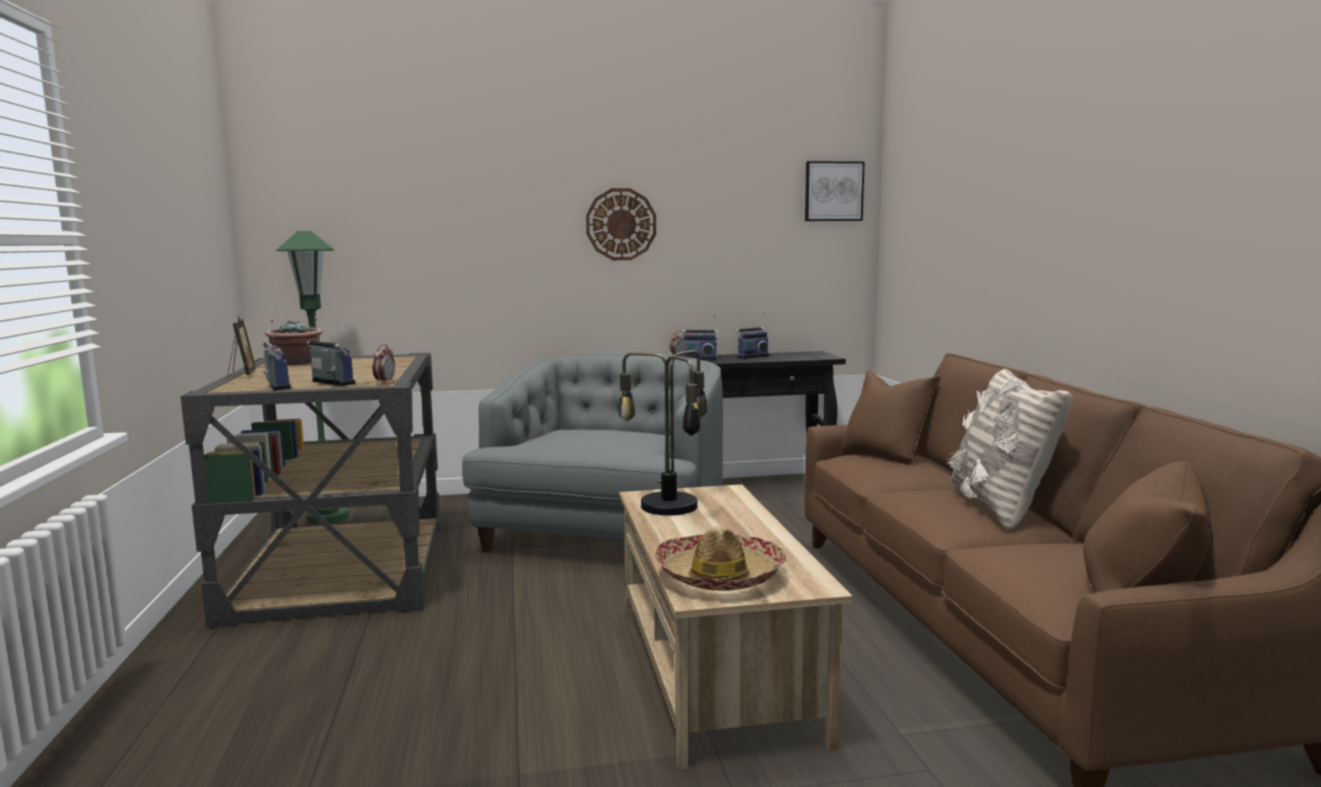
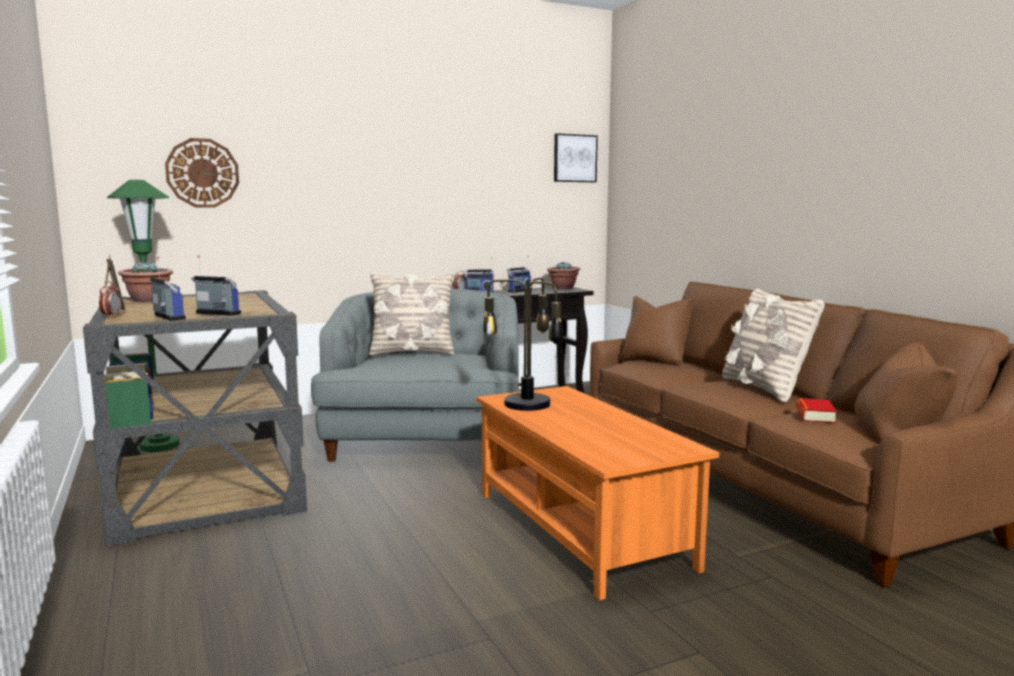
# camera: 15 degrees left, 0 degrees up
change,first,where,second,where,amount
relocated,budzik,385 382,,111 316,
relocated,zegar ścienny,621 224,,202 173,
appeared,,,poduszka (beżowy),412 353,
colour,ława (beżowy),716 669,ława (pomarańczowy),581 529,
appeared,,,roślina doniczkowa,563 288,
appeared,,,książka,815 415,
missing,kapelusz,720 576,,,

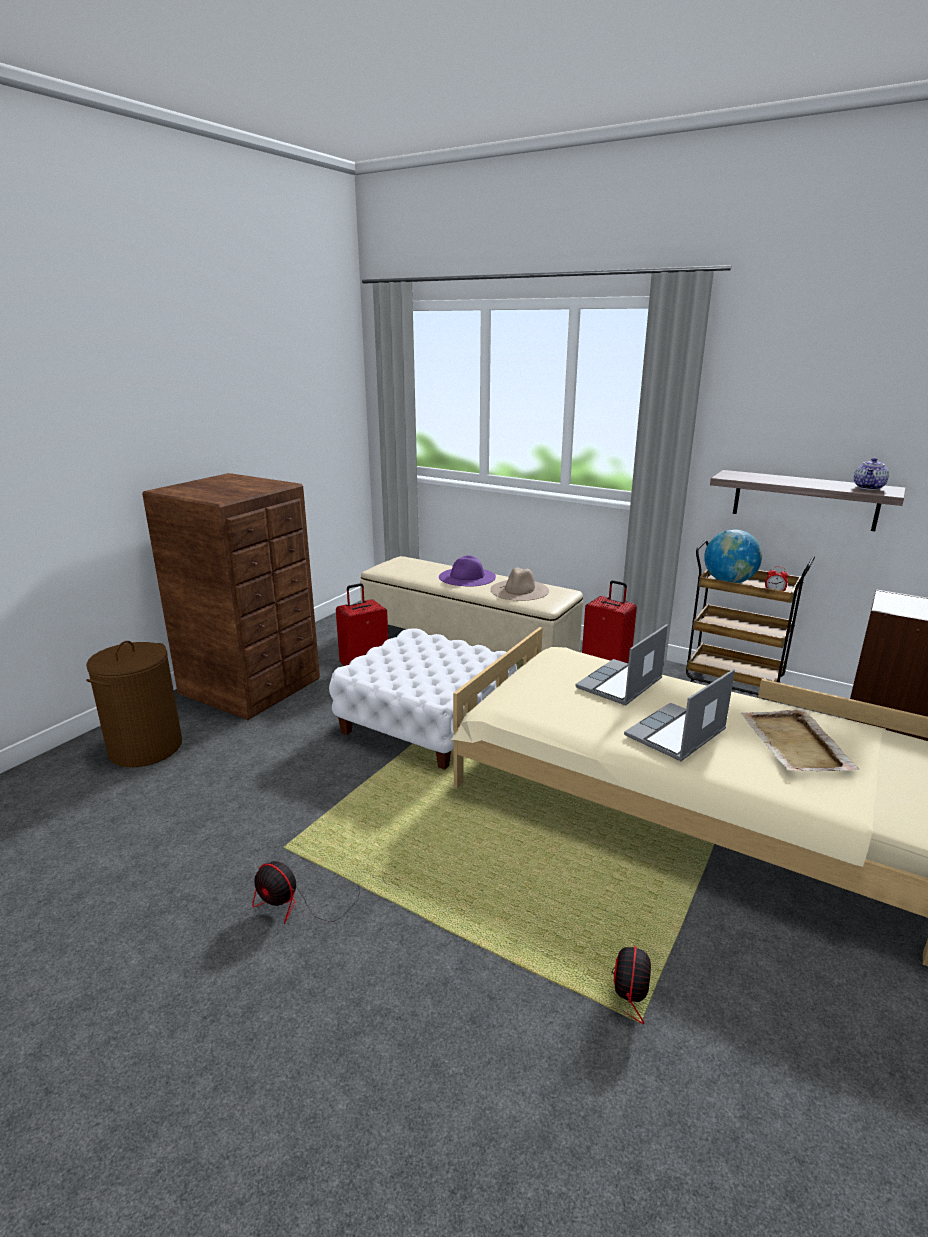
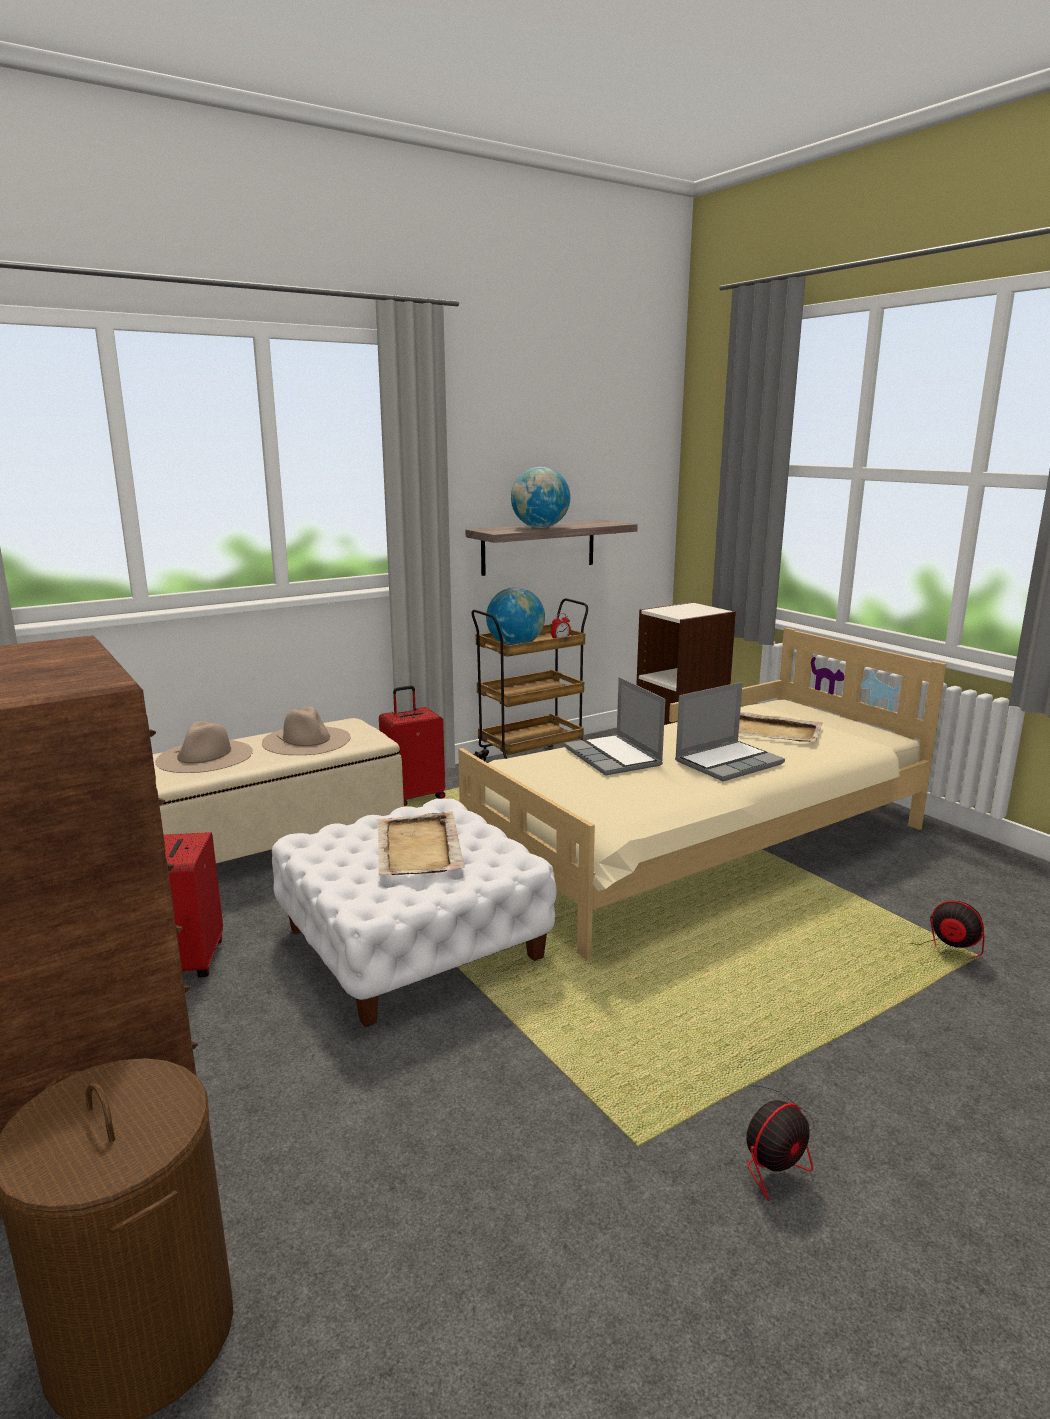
# camera: 65 degrees left, 5 degrees down
change,first,where,second,where,amount
colour,kapelusz (fioletowy),467 577,kapelusz (beżowy),205 756,
appeared,,,taca (beżowy),418 848,
appeared,,,globus,540 527,
spun,laptop,676 735,,728 762,105 degrees counterclockwise
missing,imbryk,869 488,,,

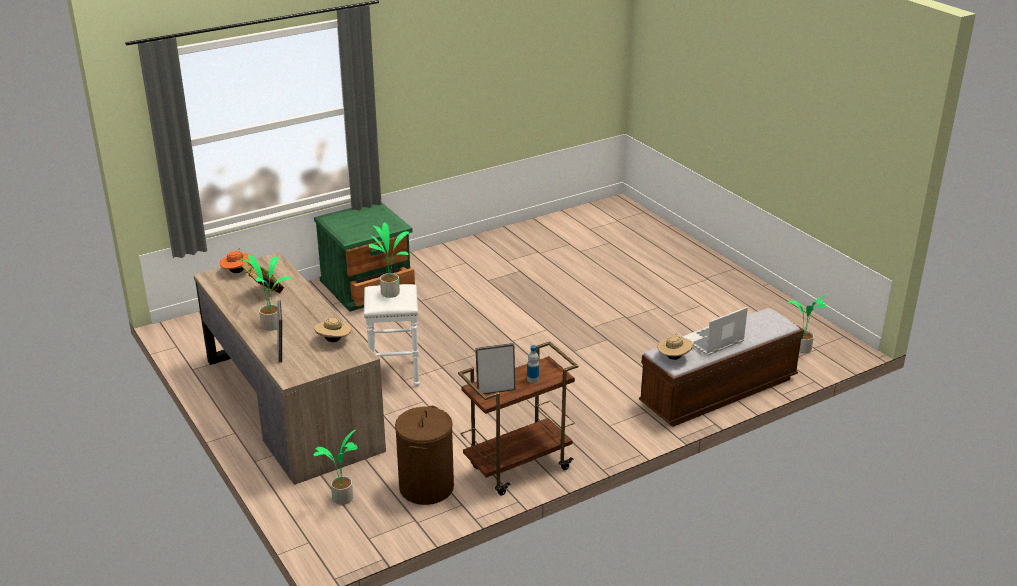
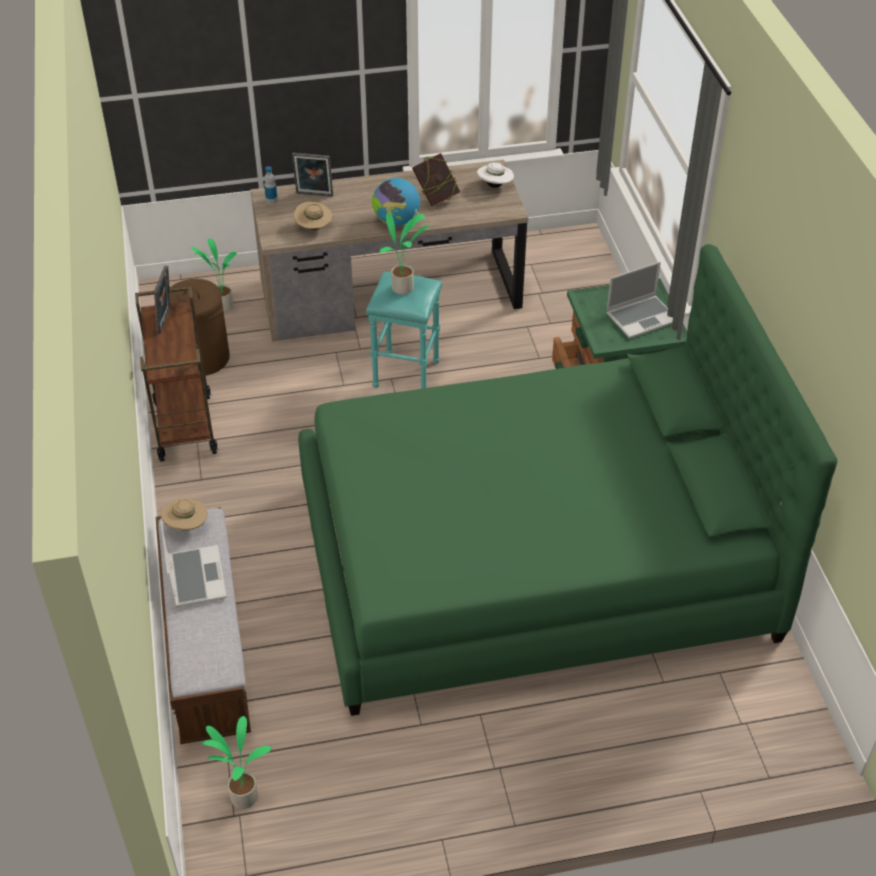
# camera: 110 degrees right, 15 degrees up
change,first,where,second,where,amount
relocated,butelka,533 379,,271 200,
appeared,,,łóżko (zielony),534 560,
colour,stołek (biały),396 375,stołek (turkusowy),404 374,
appeared,,,globus,396 221,
colour,kapelusz (pomarańczowy),237 271,kapelusz (biały),495 186,
appeared,,,laptop,642 317,
missing,roślina doniczkowa,270 325,,,

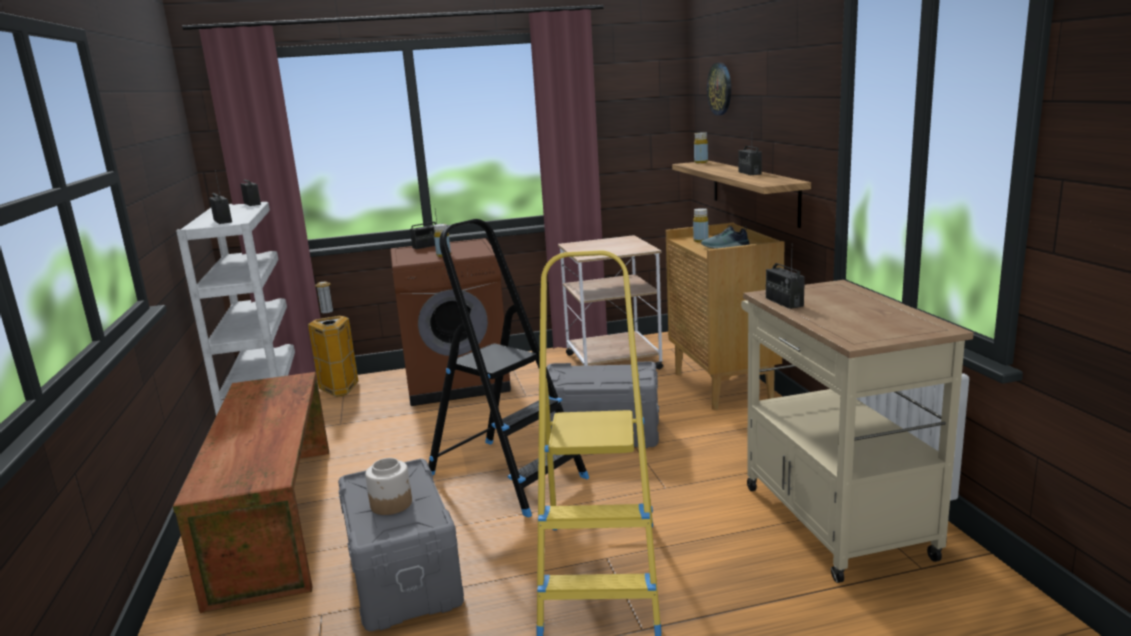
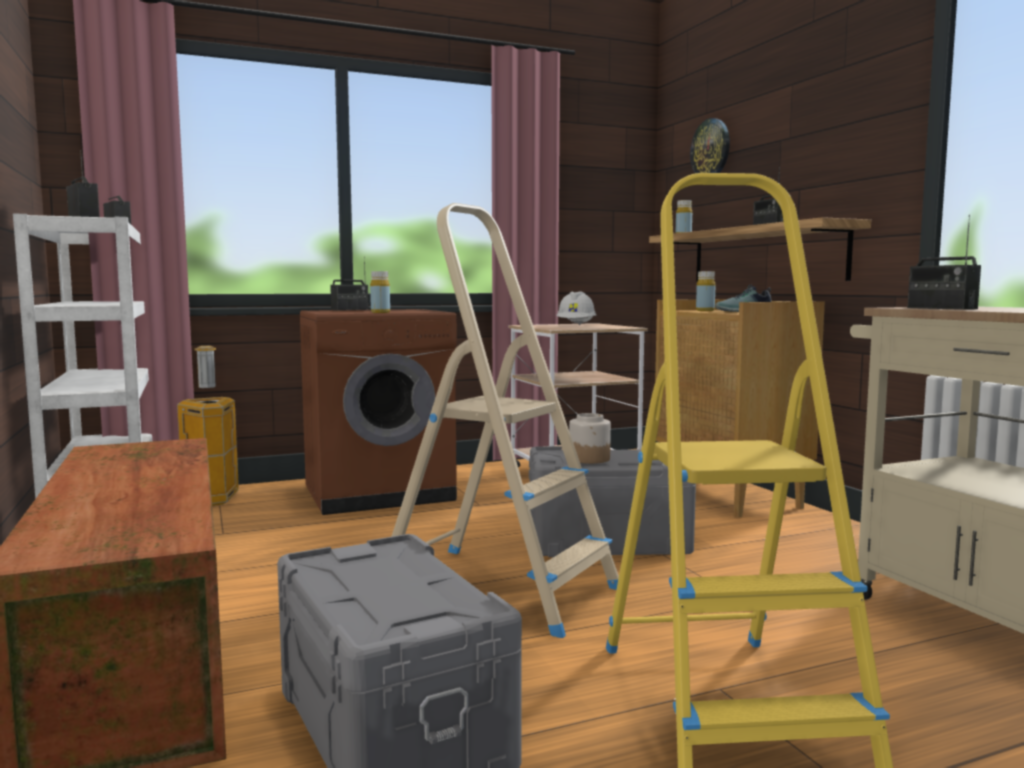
# camera: 10 degrees left, 10 degrees down
change,first,where,second,where,amount
colour,drabinka (czarny),507 476,drabinka (beżowy),501 588,
appeared,,,kask (biały),576 326,
relocated,słoik,392 504,,589 459,

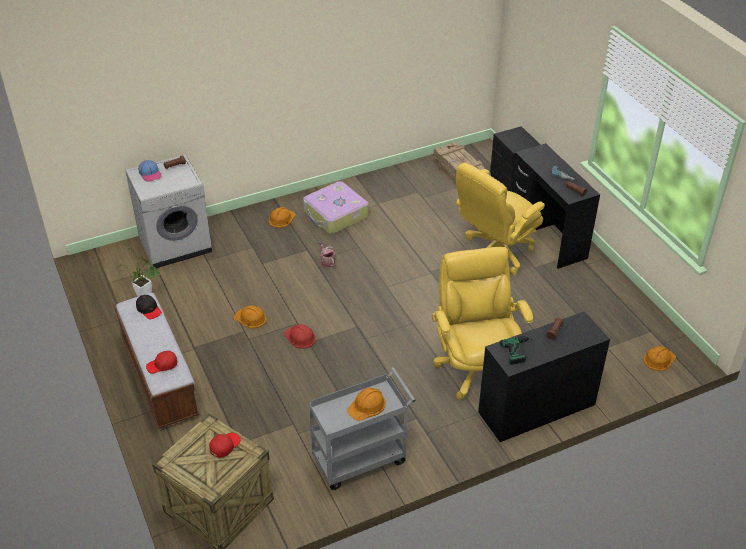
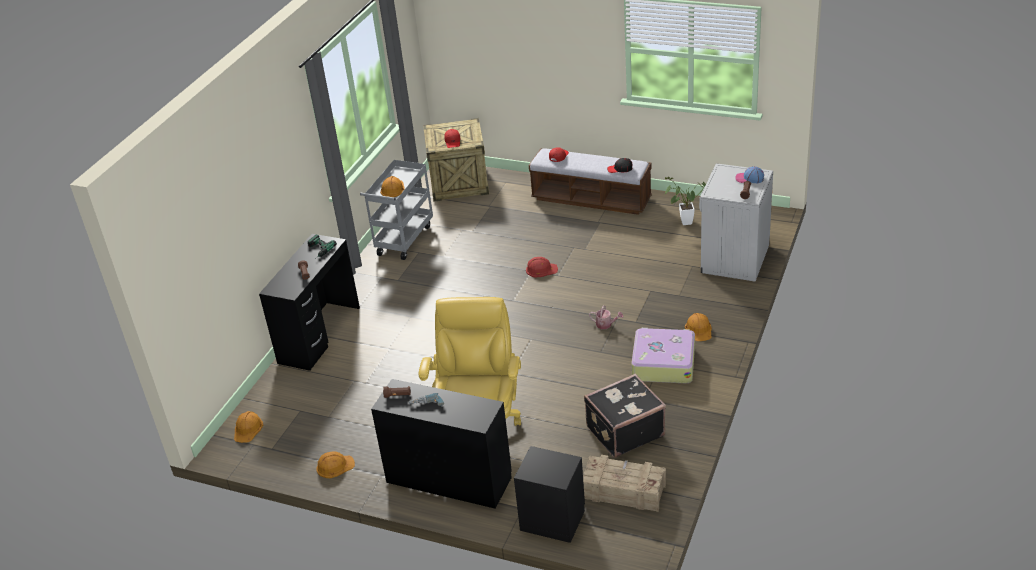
# camera: 140 degrees right, 5 degrees down
change,first,where,second,where,amount
relocated,kask (pomarańczowy),250 318,,335 466,
appeared,,,walizka (czarny),624 431,
missing,krzesło biurowe (żółty),476 368,,,

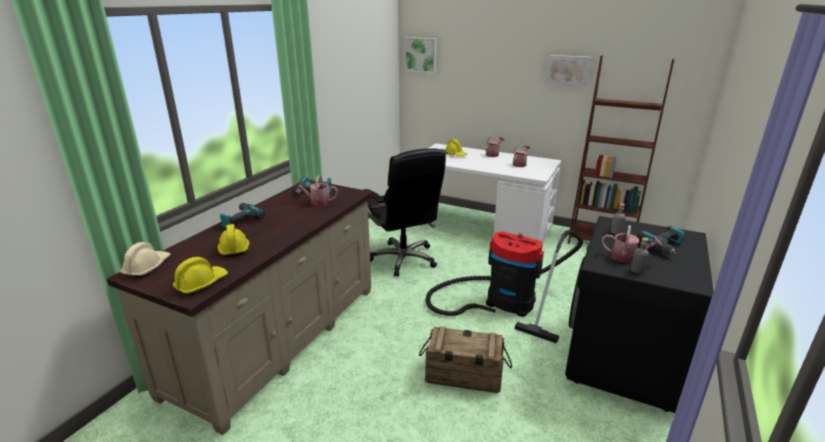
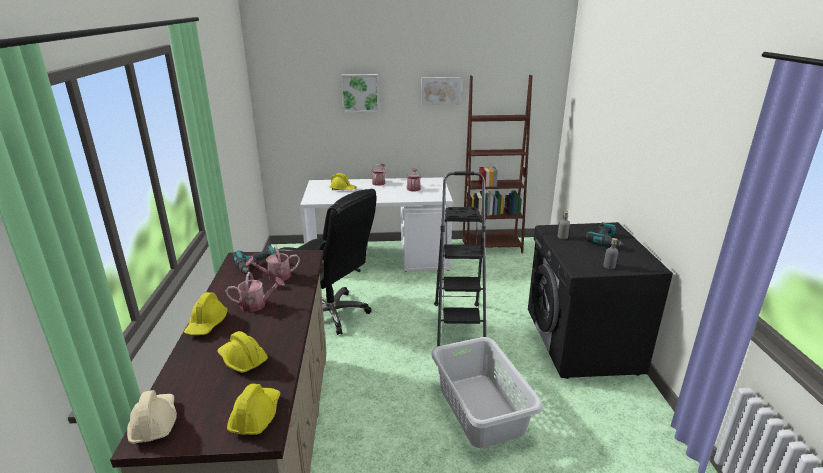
# camera: 30 degrees left, 0 degrees up
change,first,where,second,where,amount
exchanged,wiertarka,240 220,kask (żółty),207 324,
relocated,konewka,627 257,,257 305,
relocated,obraz,421 55,,360 93,
exchanged,skrzynka,463 375,kosz na pranie (szary),480 409,
exchanged,odkurzacz,504 301,drabinka,458 326,

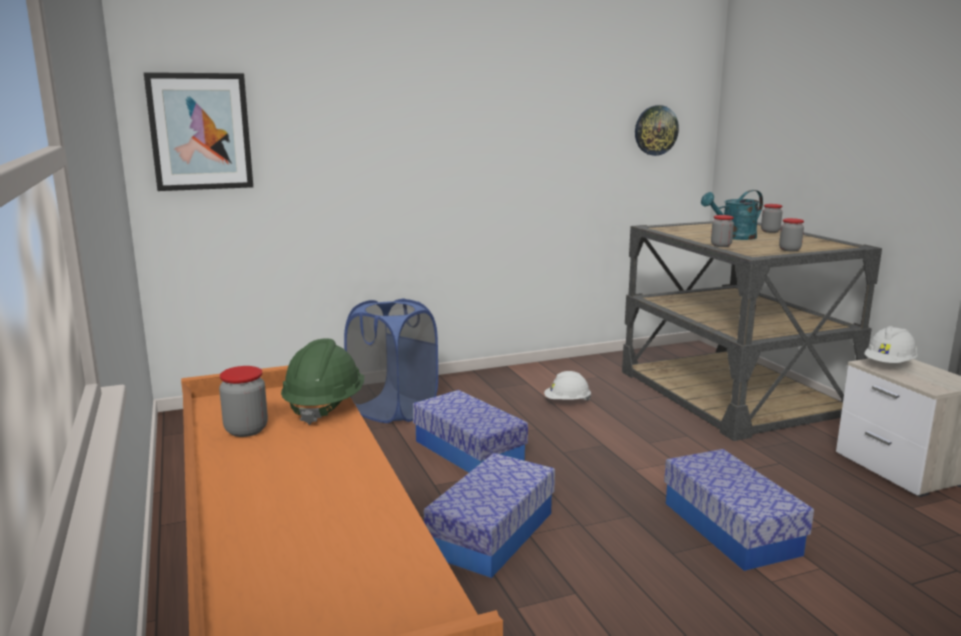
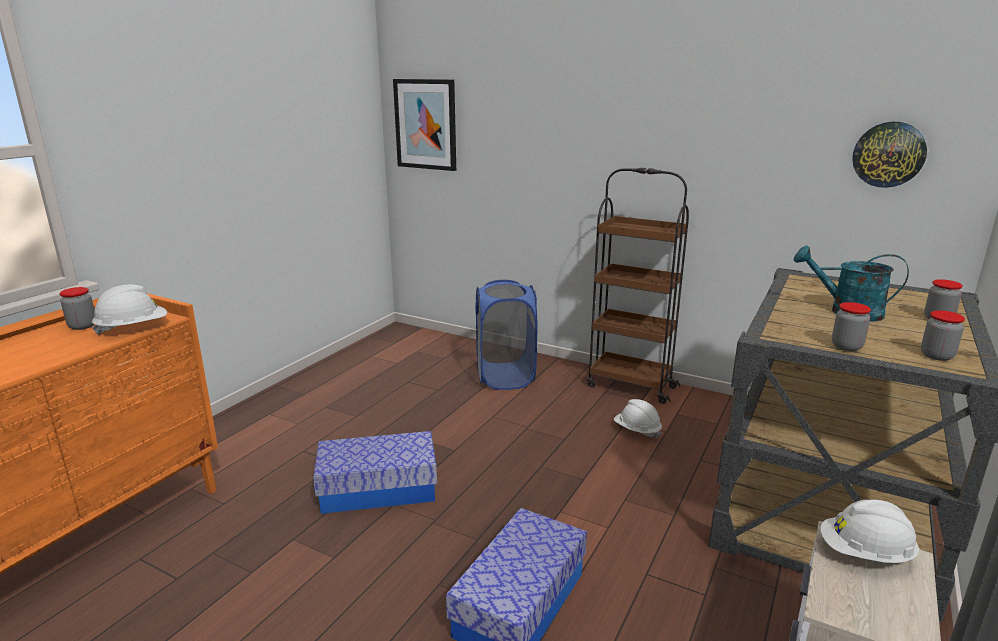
# camera: 50 degrees right, 5 degrees up
change,first,where,second,where,amount
colour,kask (zielony),324 406,kask (biały),133 328,
appeared,,,wózek (brązowy),630 386,
relocated,słoik,721 245,,936 356,
missing,pojemnik do przechowywania,468 451,,,

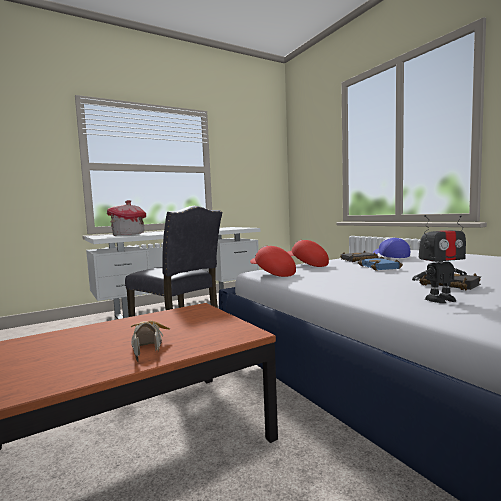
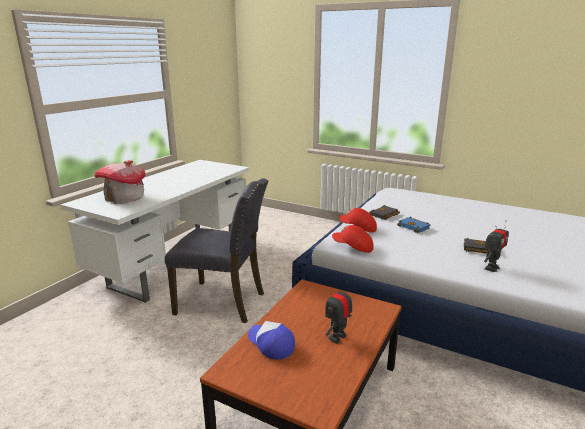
# camera: 30 degrees left, 15 degrees up
change,first,where,second,where,amount
relocated,czapka z daszkiem,390 255,,270 343,
exchanged,but,146 345,robot zabawkowy,337 337,

